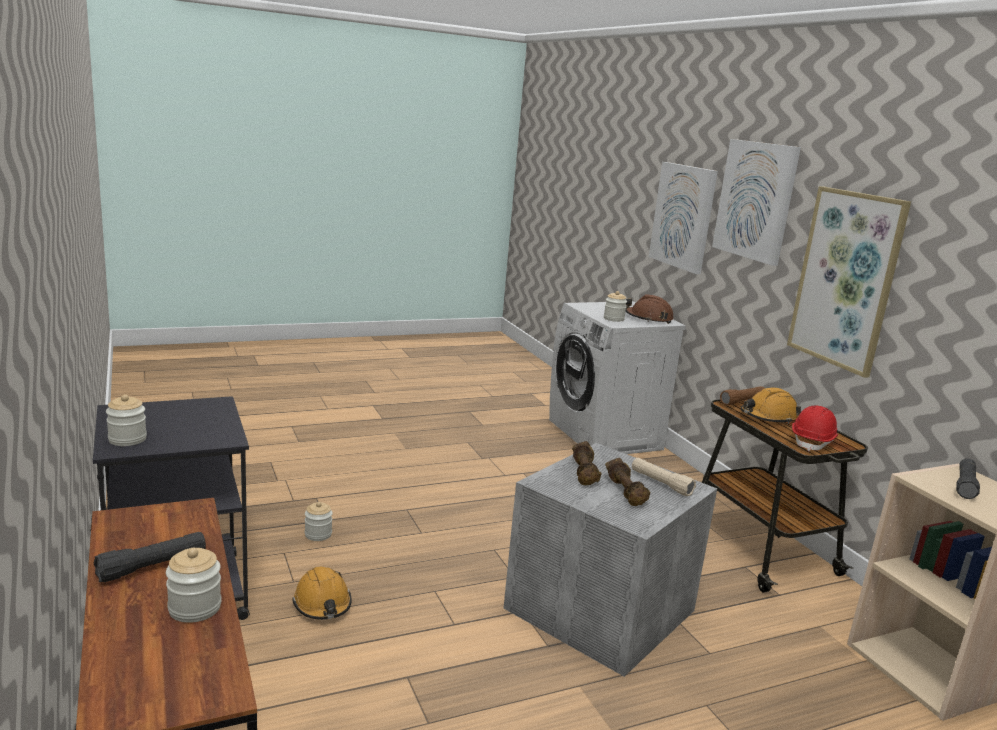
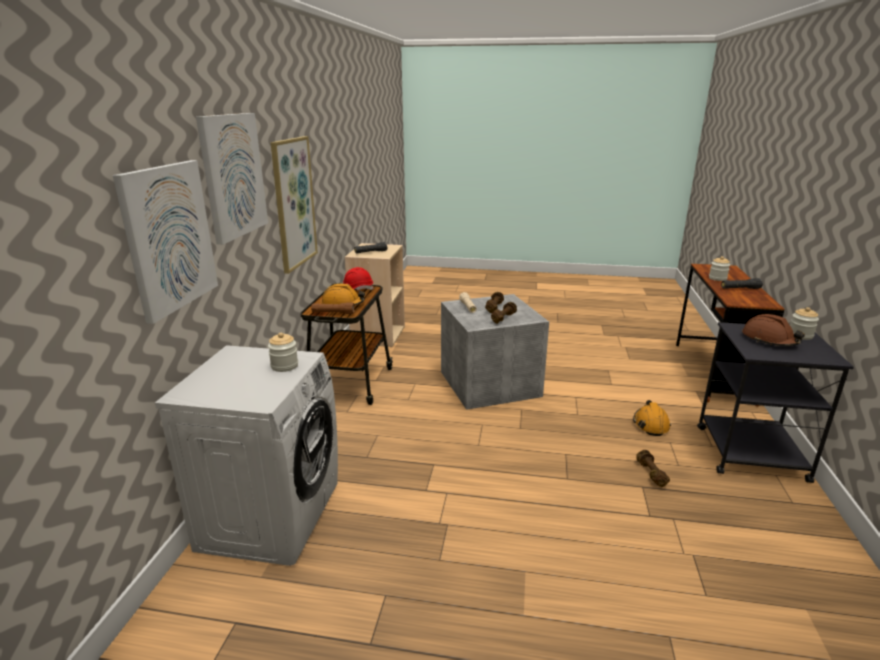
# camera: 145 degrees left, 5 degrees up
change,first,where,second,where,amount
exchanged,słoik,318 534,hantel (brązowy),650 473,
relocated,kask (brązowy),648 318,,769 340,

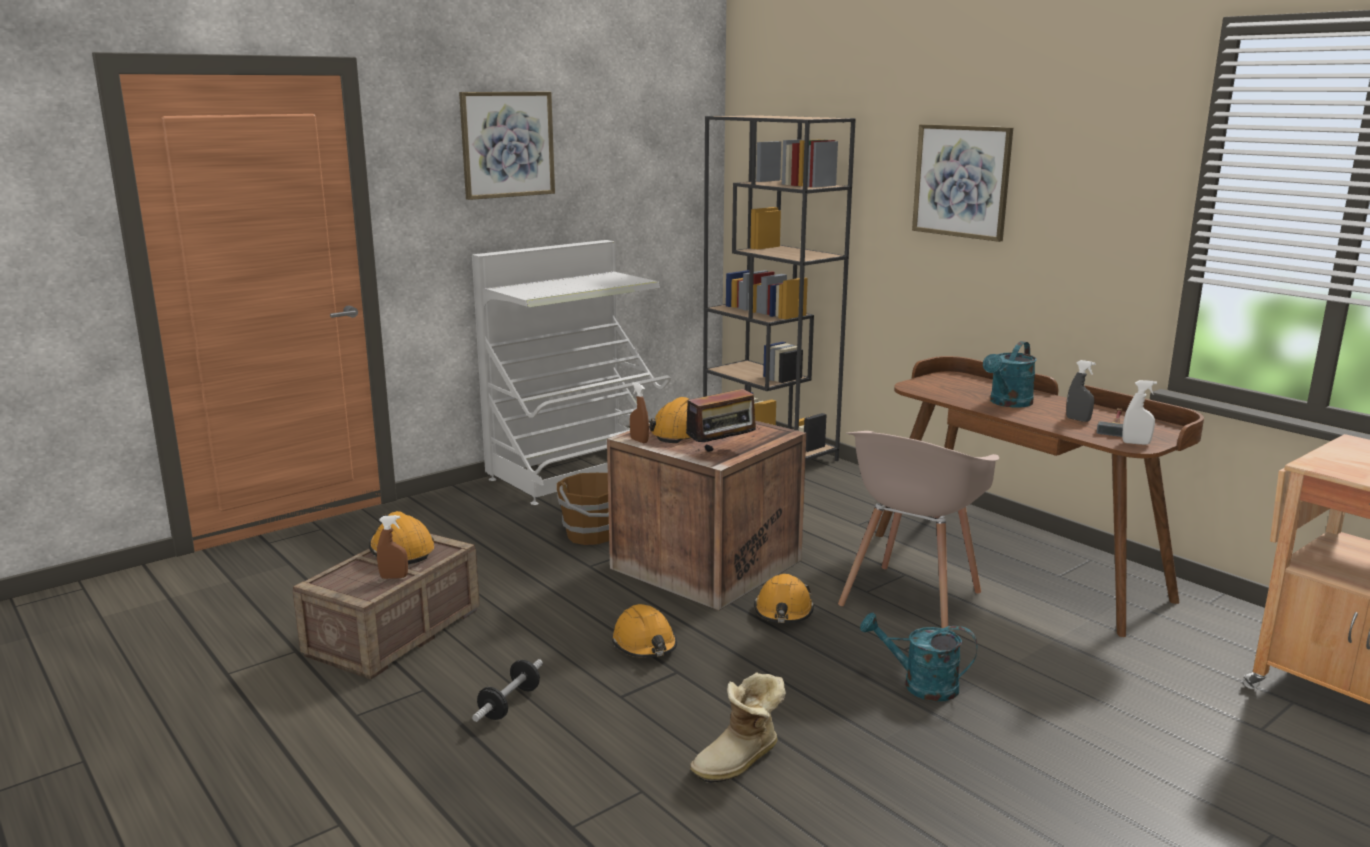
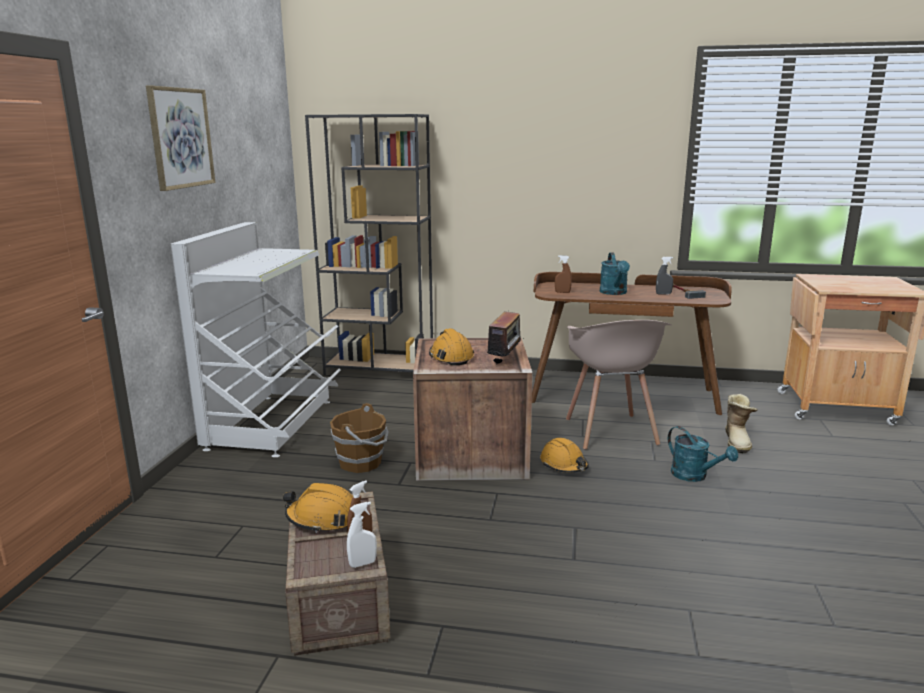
# camera: 40 degrees left, 0 degrees up
change,first,where,second,where,amount
relocated,spryskiwacz (biały),1136 443,,362 563,
relocated,spryskiwacz (brązowy),639 440,,562 292,
spun,konewka (turkusowy),920 685,,694 476,105 degrees counterclockwise
relocated,but z cholewką,740 761,,738 441,
missing,hantel,509 704,,,
missing,kask (pomarańczowy),645 644,,,
missing,obraz,962 181,,,

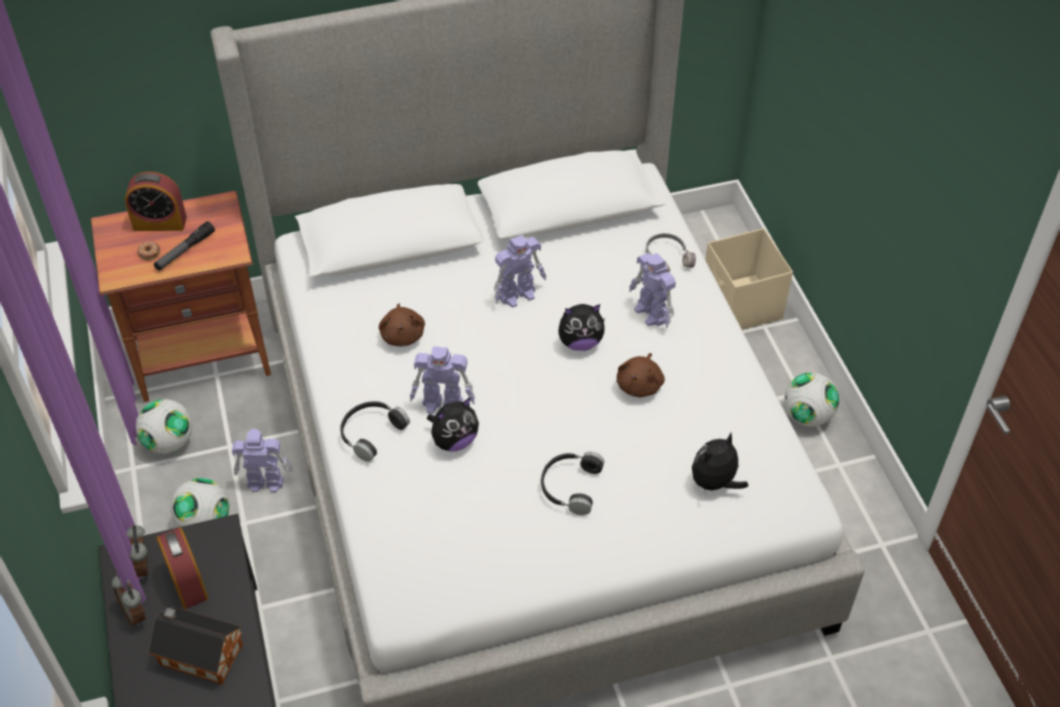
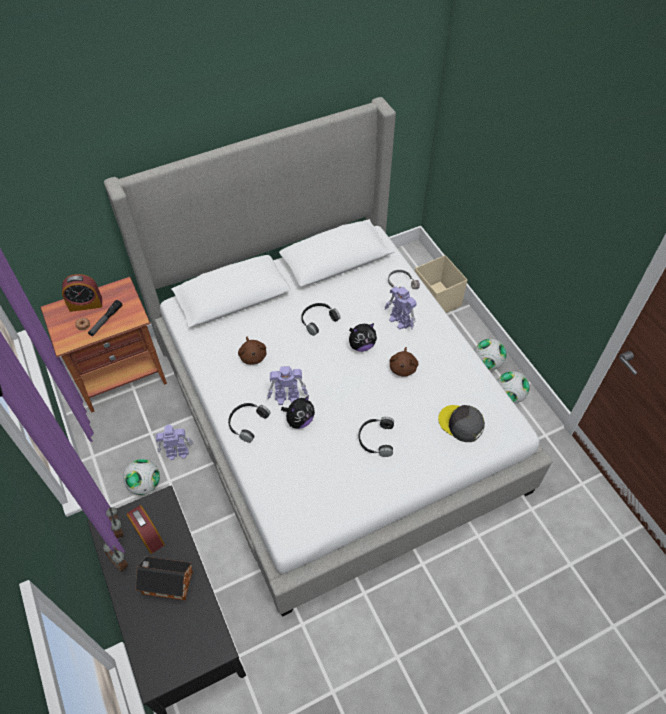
# camera: 10 degrees left, 5 degrees up
change,first,where,second,where,amount
exchanged,robot zabawkowy,518 294,słuchawki (czarny),318 320,
exchanged,pluszak,714 483,czapka z daszkiem (szary),461 424,
relocated,piłka futbolowa,169 442,,509 396,

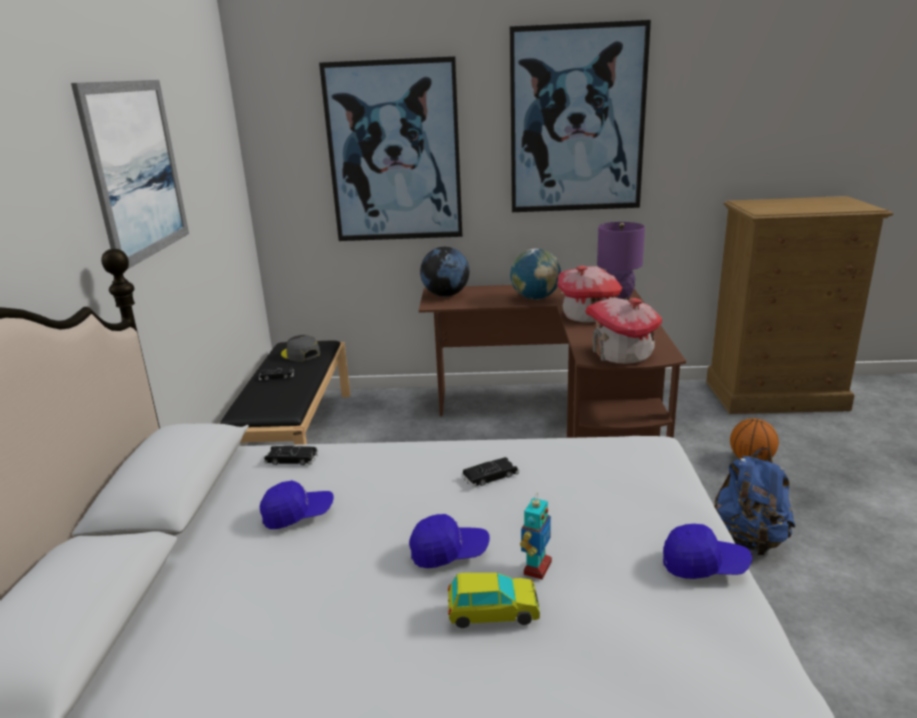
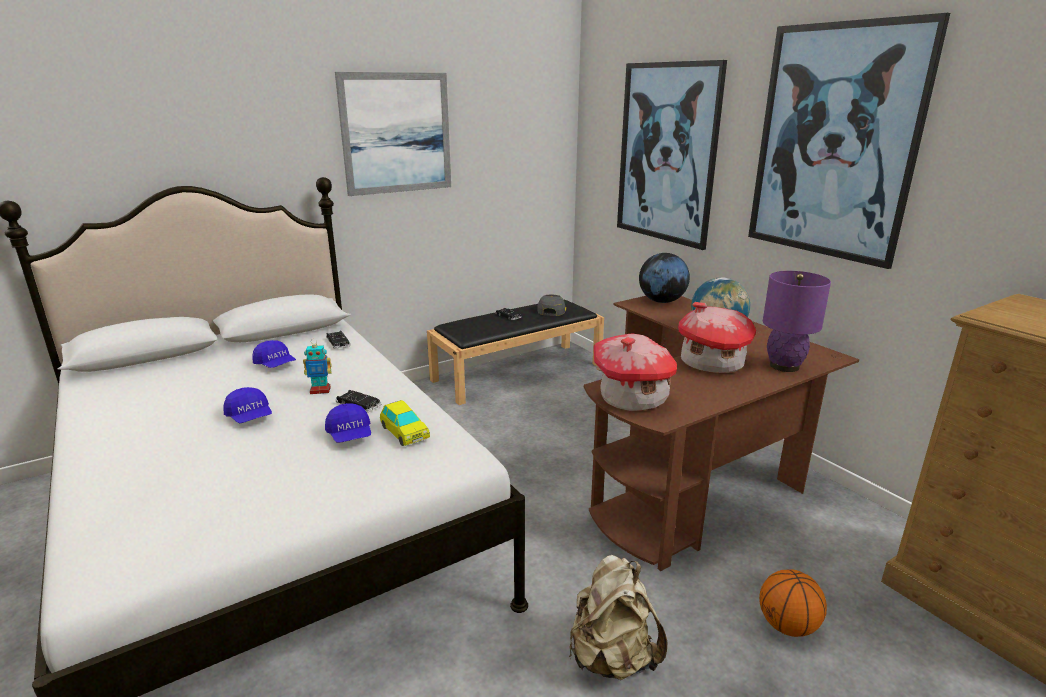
# camera: 55 degrees right, 0 degrees up
change,first,where,second,where,amount
relocated,robot zabawkowy,536 568,,320 390,
relocated,czapka z daszkiem (niebieski),704 565,,350 435,
relocated,samochodzik,493 611,,404 433,
colour,plecak (niebieski),748 540,plecak (beżowy),612 658,

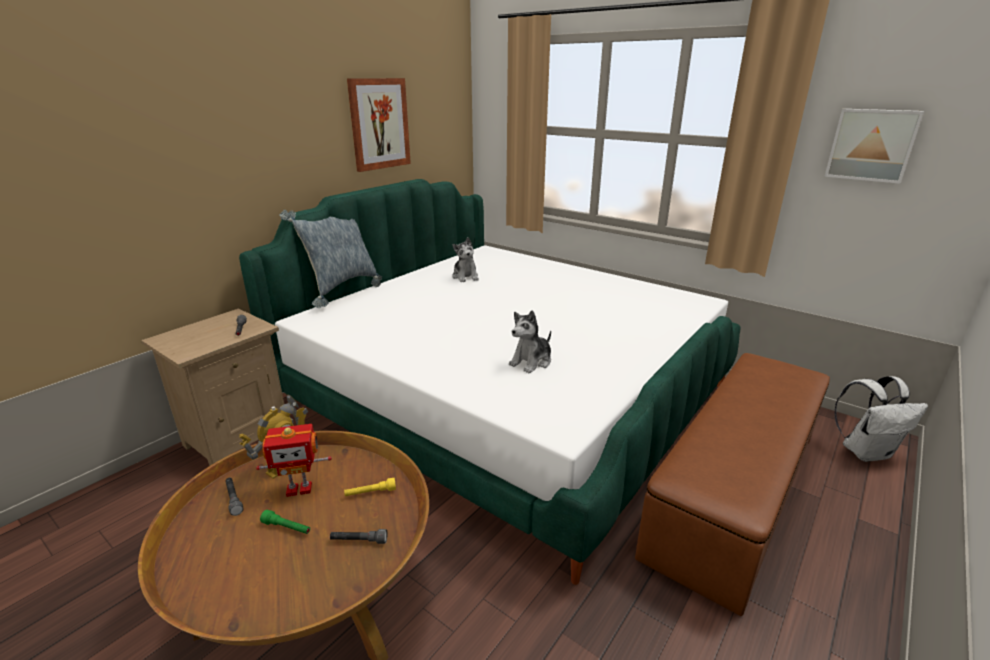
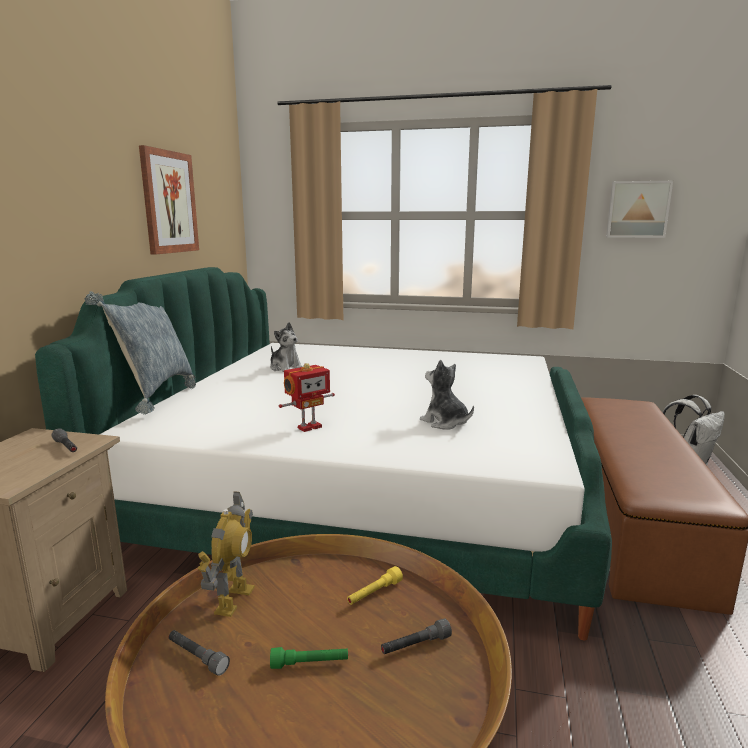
# camera: 25 degrees left, 10 degrees down
change,first,where,second,where,amount
relocated,robot zabawkowy,299 488,,308 427,
spun,pluszak,531 362,,445 422,120 degrees clockwise

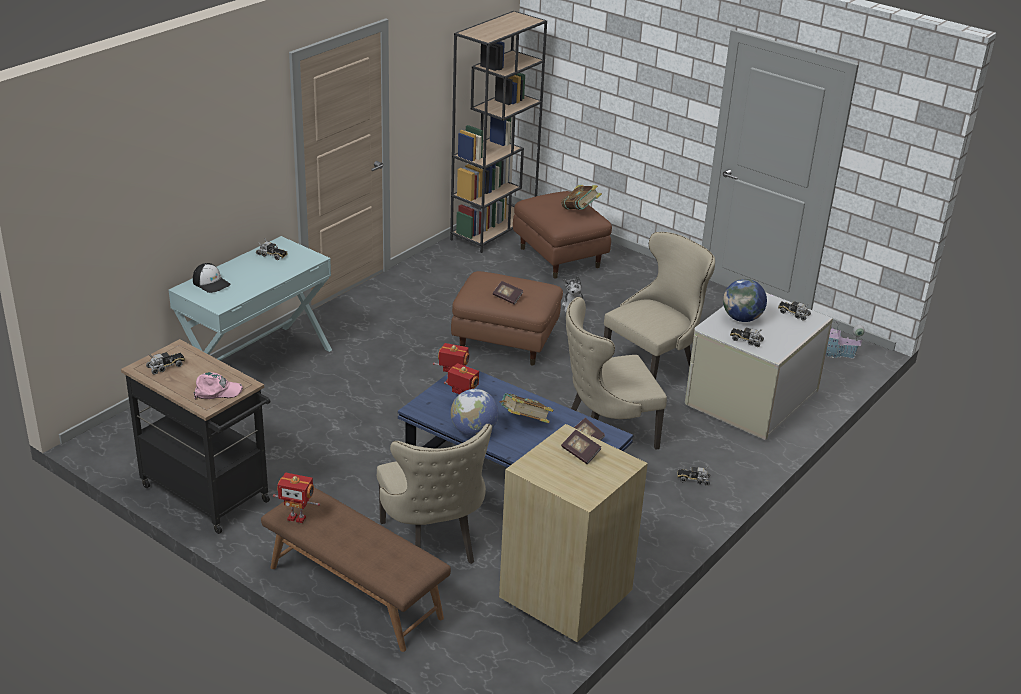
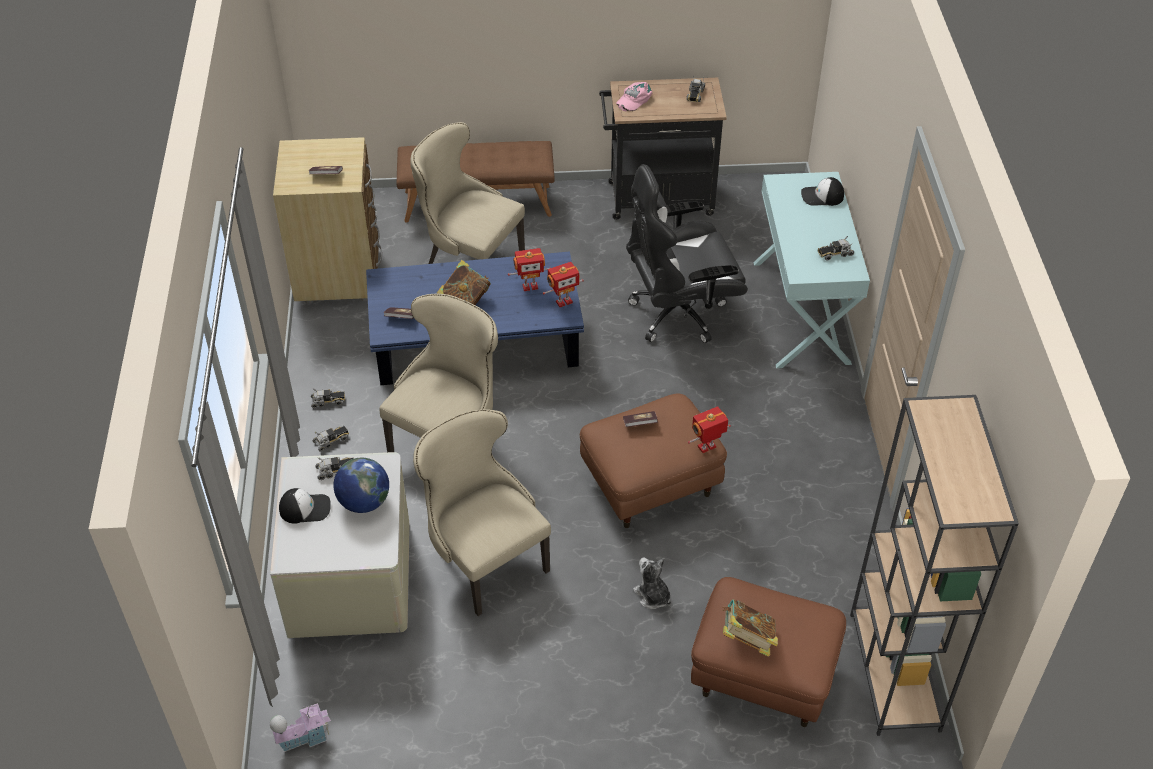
# camera: 140 degrees right, 15 degrees up
change,first,where,second,where,amount
appeared,,,czapka z daszkiem,305 508,
relocated,ciężarówka zabawkowa,793 314,,328 401,
spun,krzesło (beżowy),653 366,,484 560,135 degrees clockwise
appeared,,,krzesło biurowe (czarny),683 312,
relocated,robot zabawkowy,297 517,,707 447,
missing,globus,473 432,,,

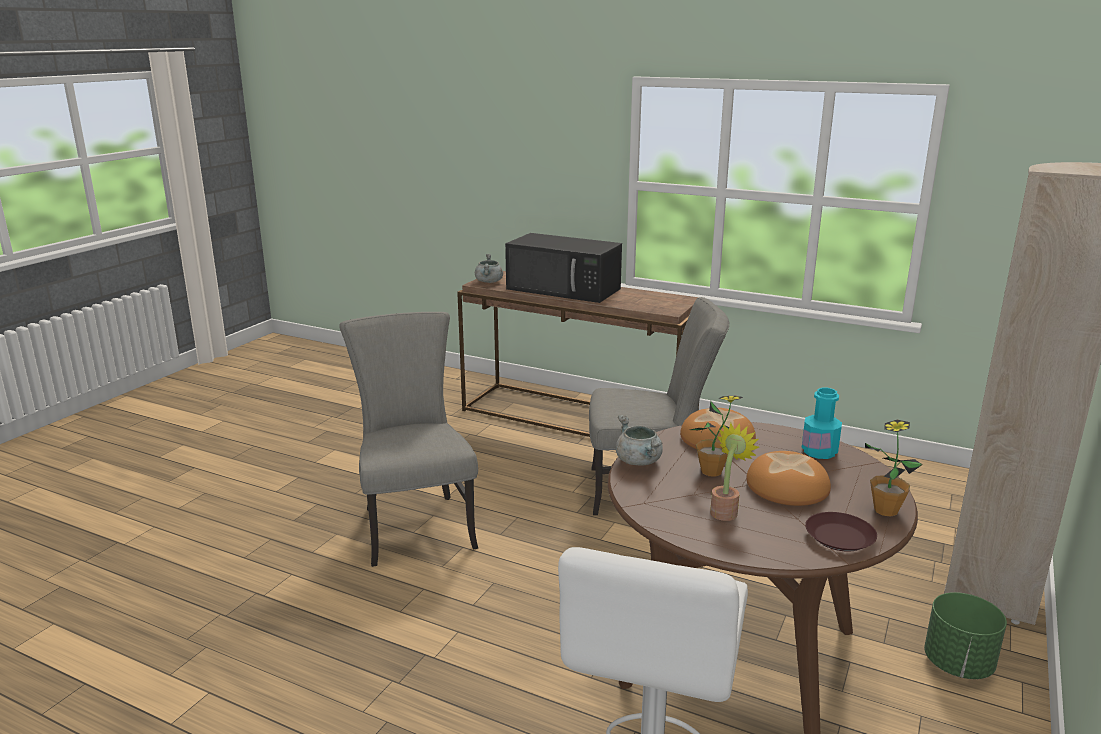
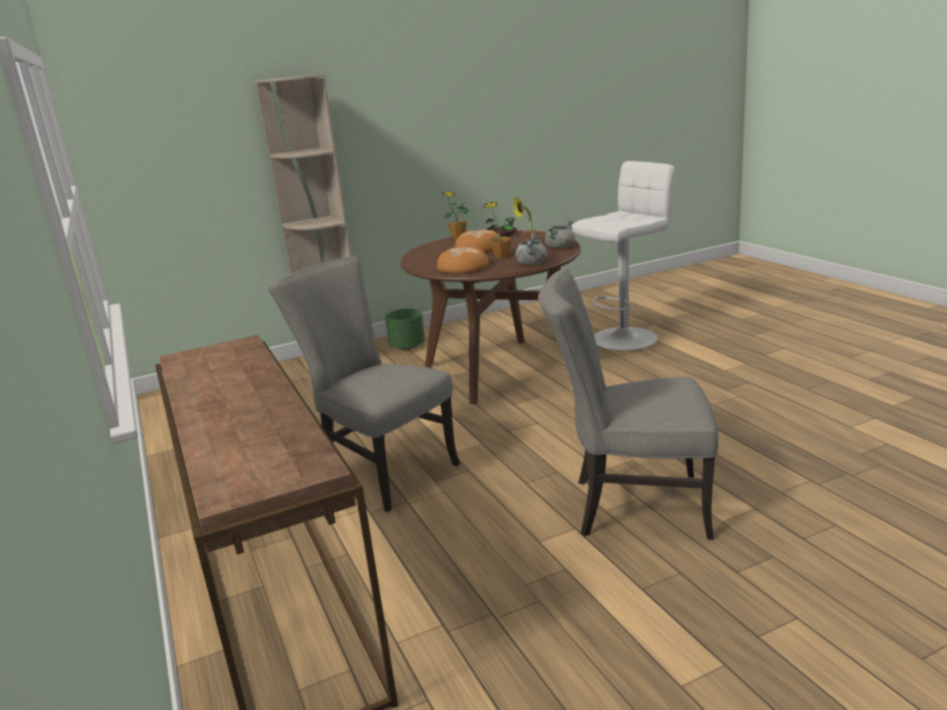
# camera: 140 degrees left, 0 degrees up
change,first,where,second,where,amount
spun,krzesło (szary),415 524,,630 506,75 degrees clockwise
relocated,garnek (szary),489 282,,560 247,
missing,mikrofalówka (czarny),565 289,,,
missing,butelka (turkusowy),819 451,,,

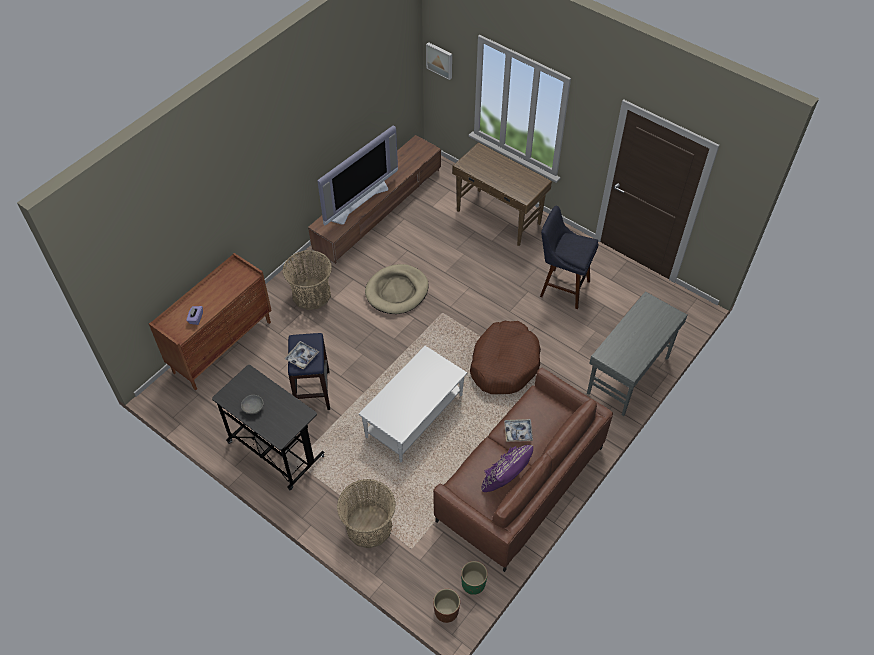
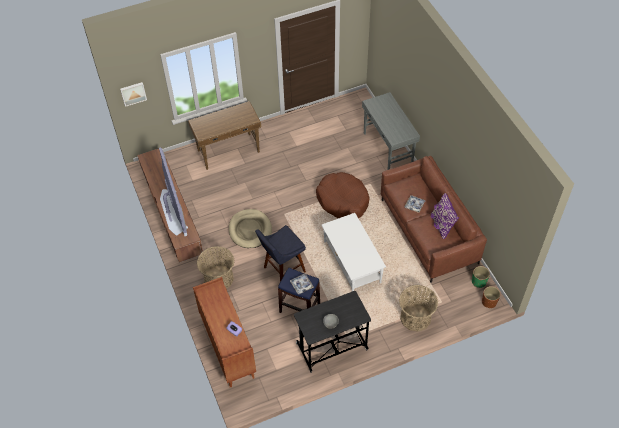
# camera: 60 degrees left, 0 degrees up
change,first,where,second,where,amount
relocated,stołek (niebieski),561 287,,282 271,

